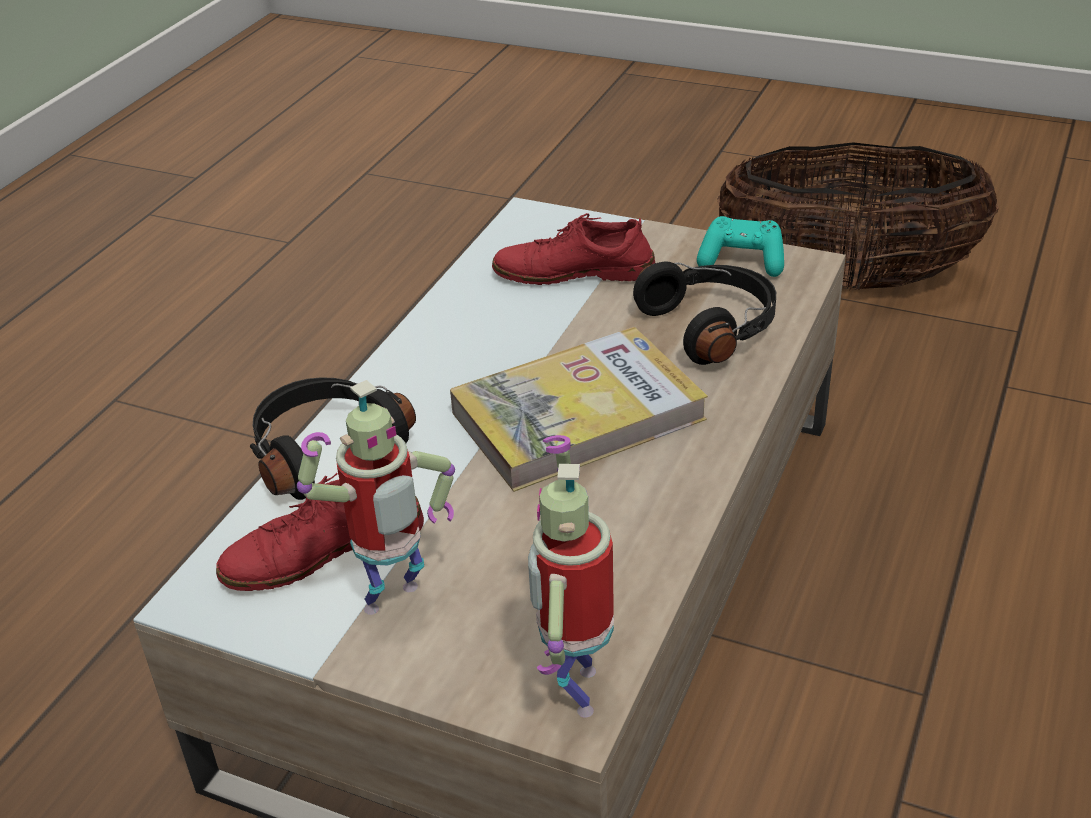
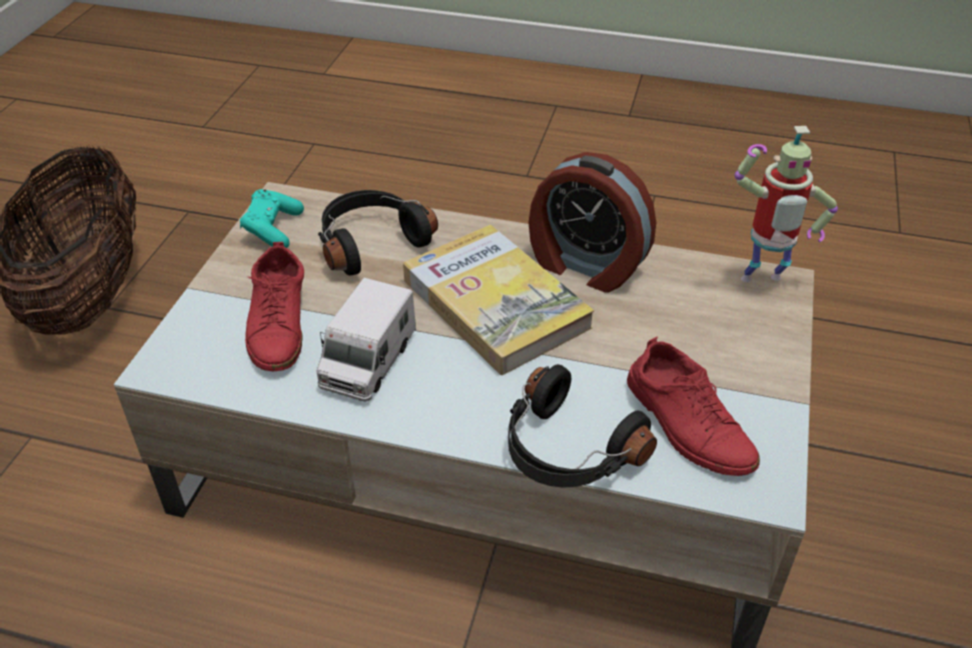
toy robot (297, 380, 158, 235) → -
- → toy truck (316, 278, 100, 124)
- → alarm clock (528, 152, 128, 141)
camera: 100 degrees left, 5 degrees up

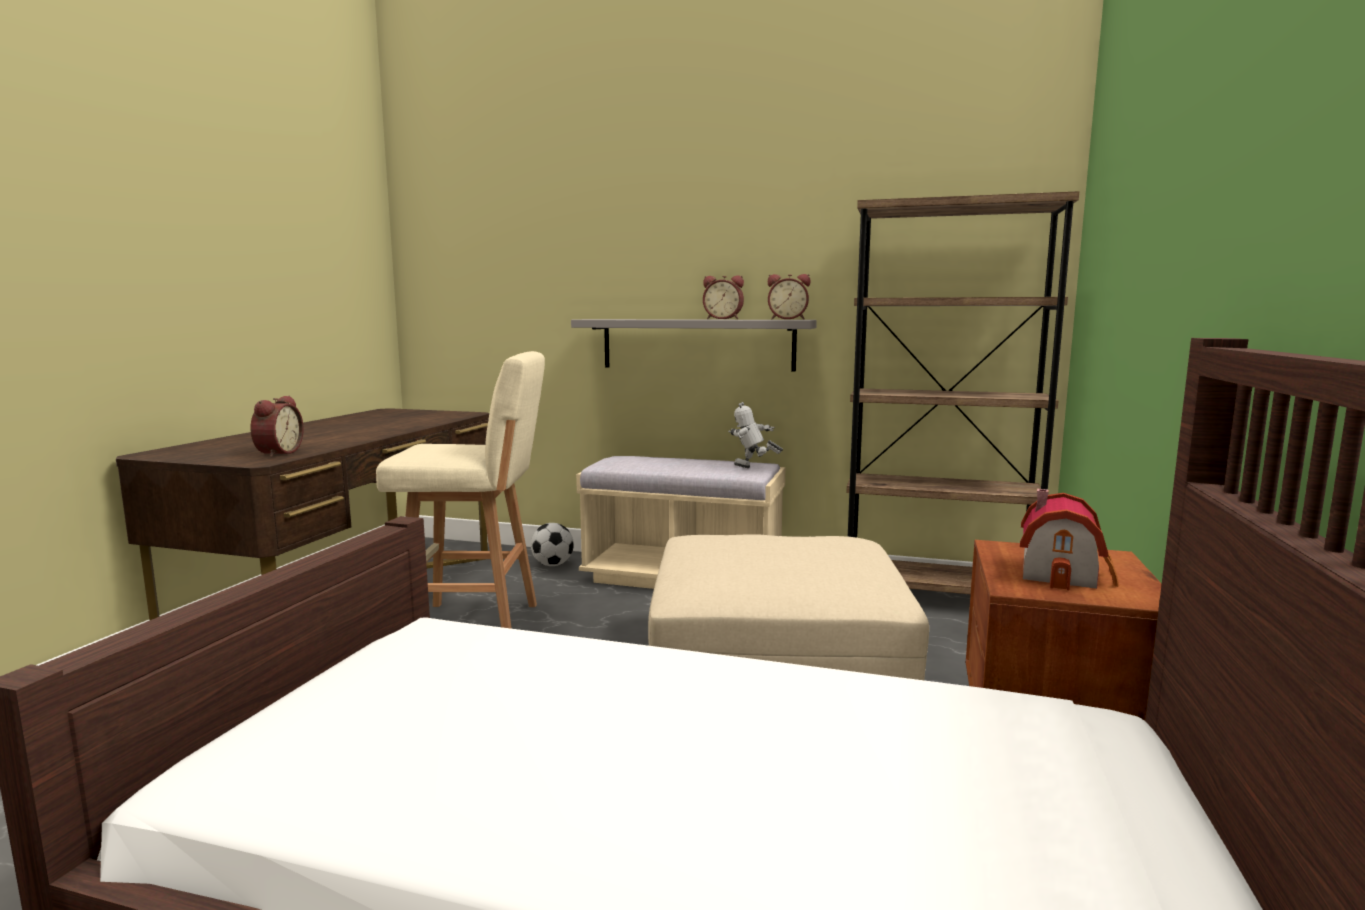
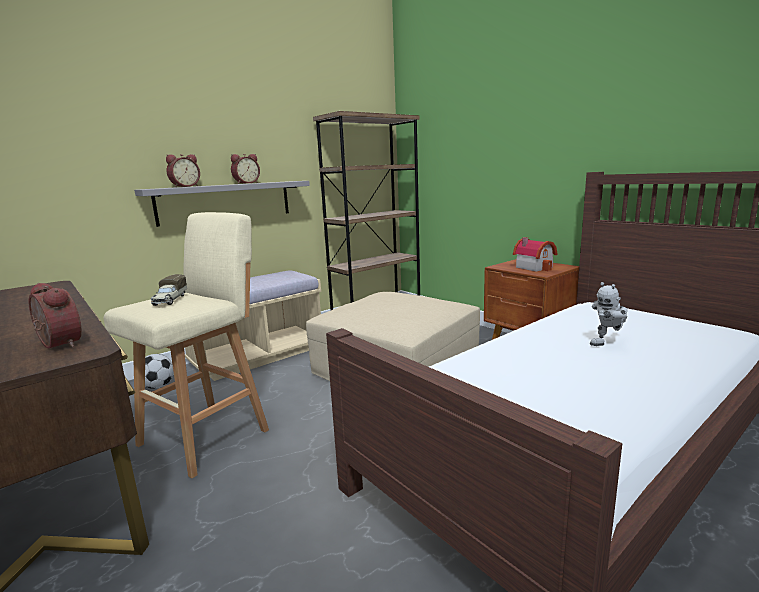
- → toy truck (151, 274, 36, 32)
toy robot (728, 402, 55, 66) → toy robot (590, 282, 37, 64), moved
alarm clock (768, 274, 42, 45) → alarm clock (166, 154, 34, 33), moved
camera: 55 degrees left, 5 degrees up

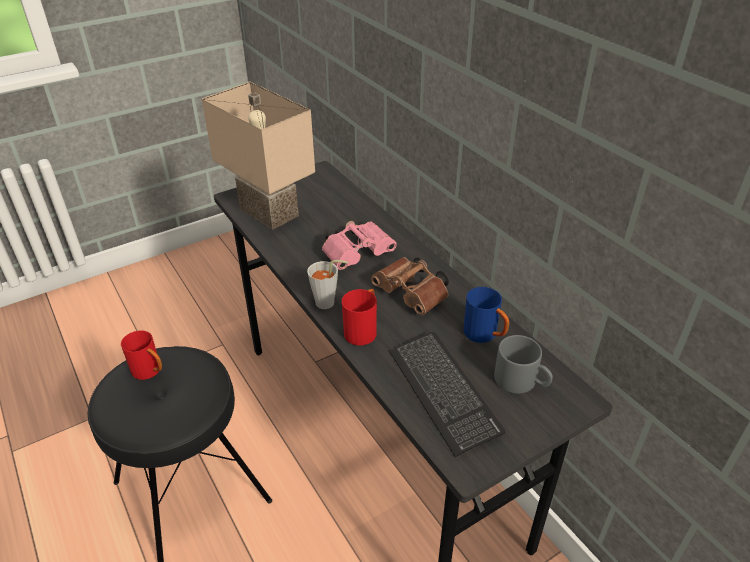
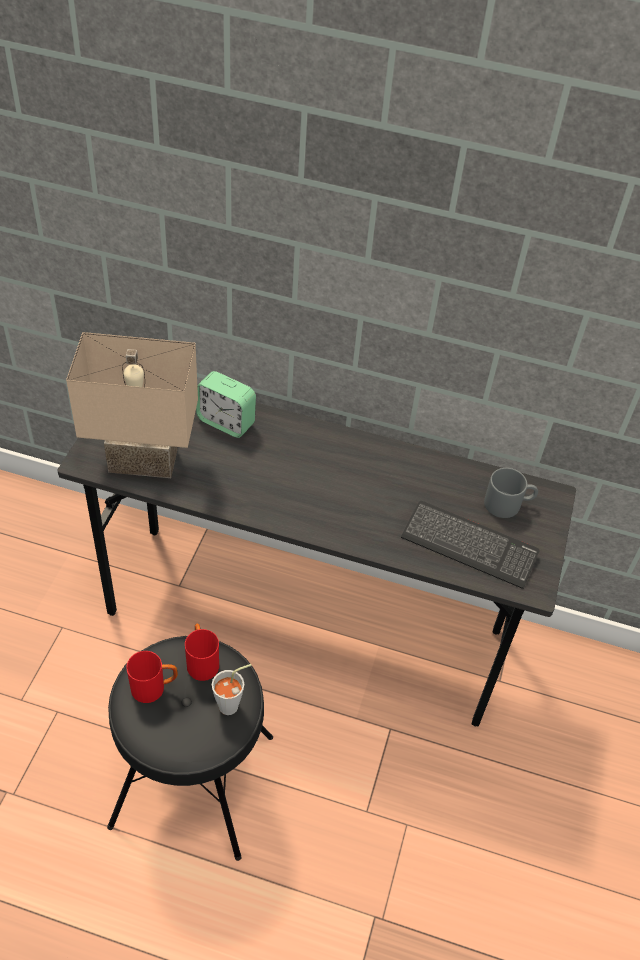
pink binoculars (322, 220, 75, 50) → -
brown binoculars (371, 257, 78, 58) → -
blue mug (463, 287, 46, 56) → -
- → alarm clock (196, 371, 60, 67)
grey cup (307, 260, 41, 49) → grey cup (212, 664, 40, 51), moved
red mug (342, 289, 35, 56) → red mug (185, 623, 34, 58), moved
camera: 45 degrees left, 10 degrees up

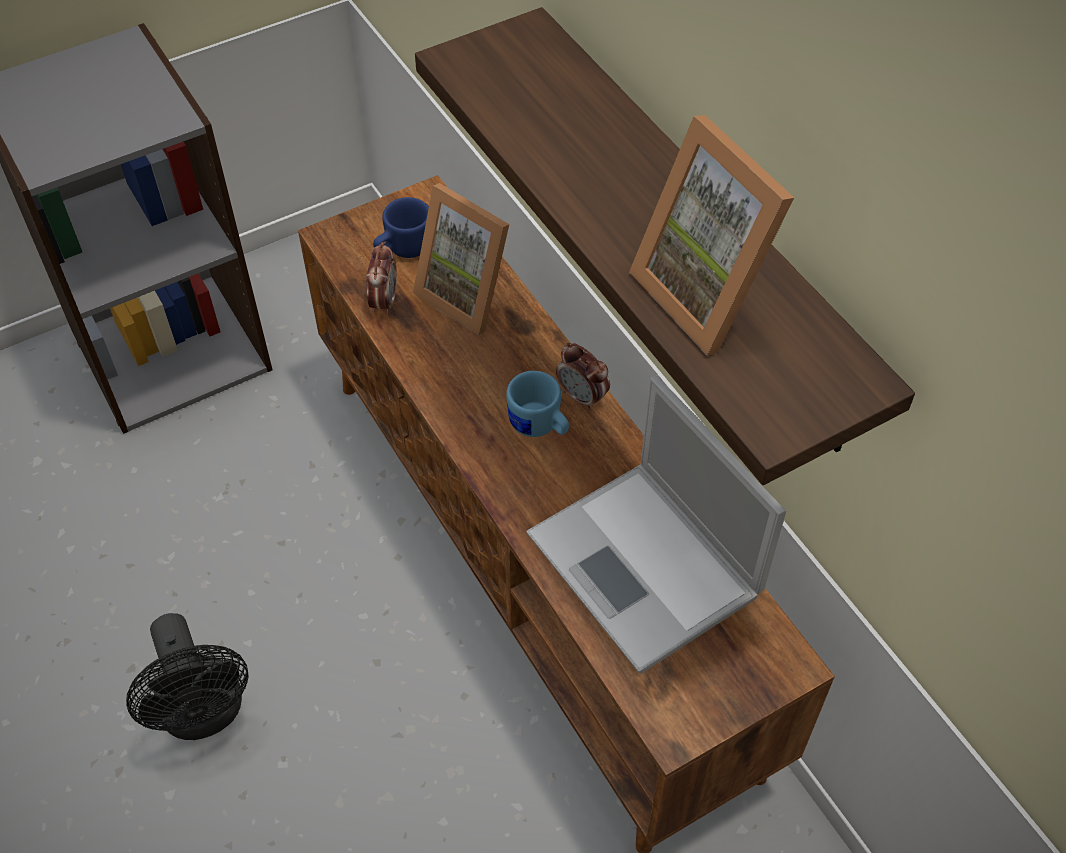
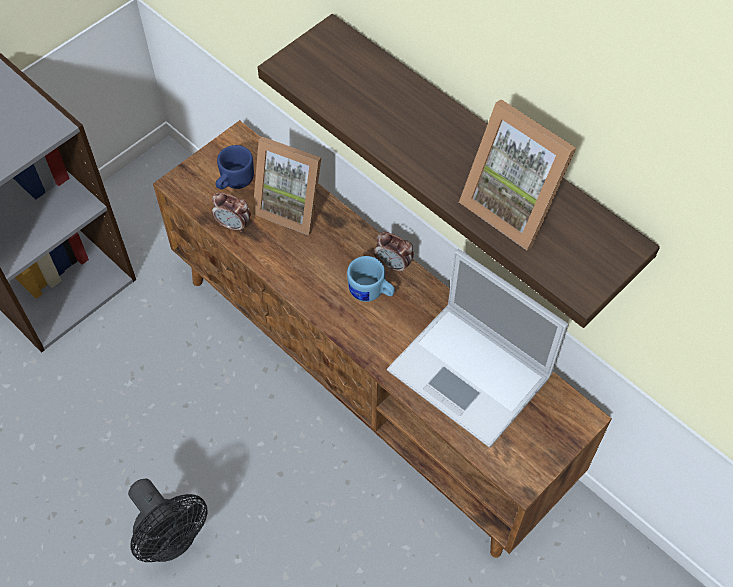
alarm clock (366, 242, 31, 73) → alarm clock (212, 192, 39, 40), 120 degrees clockwise
camera: 15 degrees left, 5 degrees up

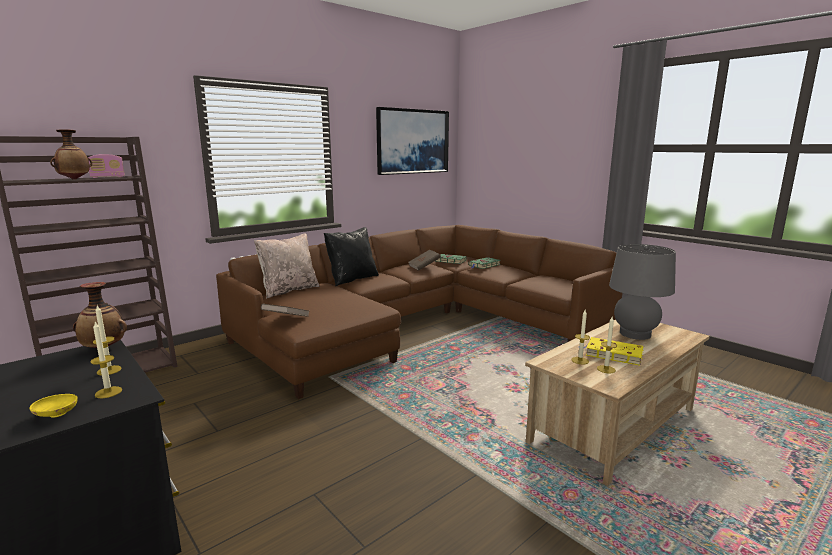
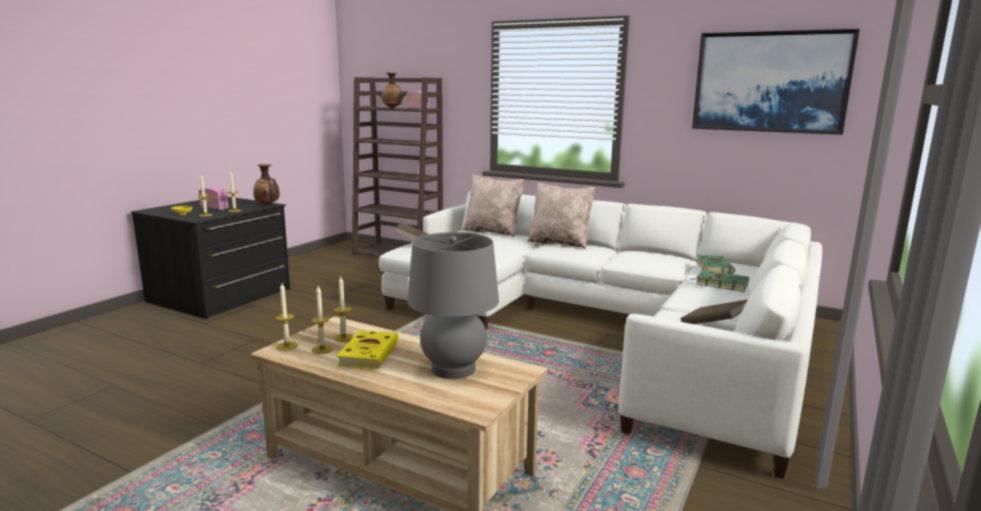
- → radio (198, 187, 30, 23)
- → candle (275, 283, 23, 68)
brown book (408, 250, 33, 21) → brown book (681, 300, 66, 24), moved
brown sofa (216, 225, 406, 174) → white sofa (379, 191, 443, 288)
black pillow (324, 227, 55, 59) → beige pillow (527, 182, 68, 67)
camera: 70 degrees right, 0 degrees up

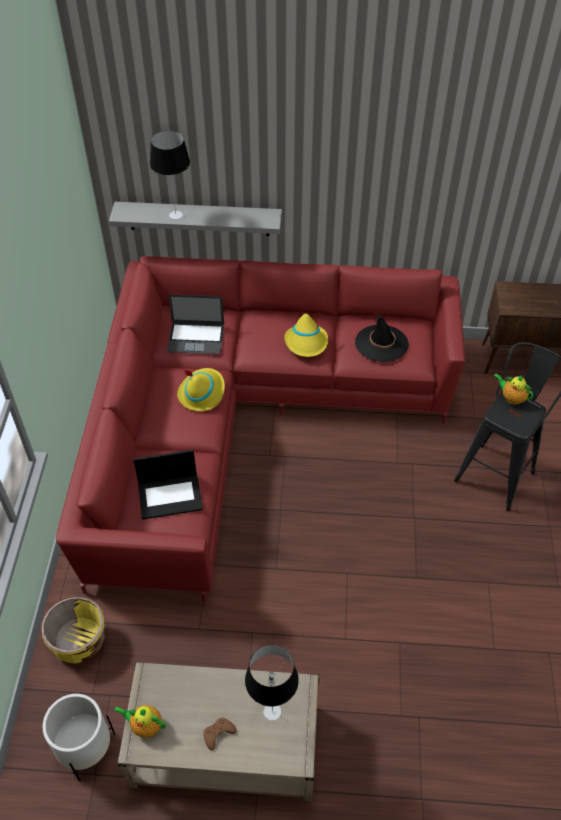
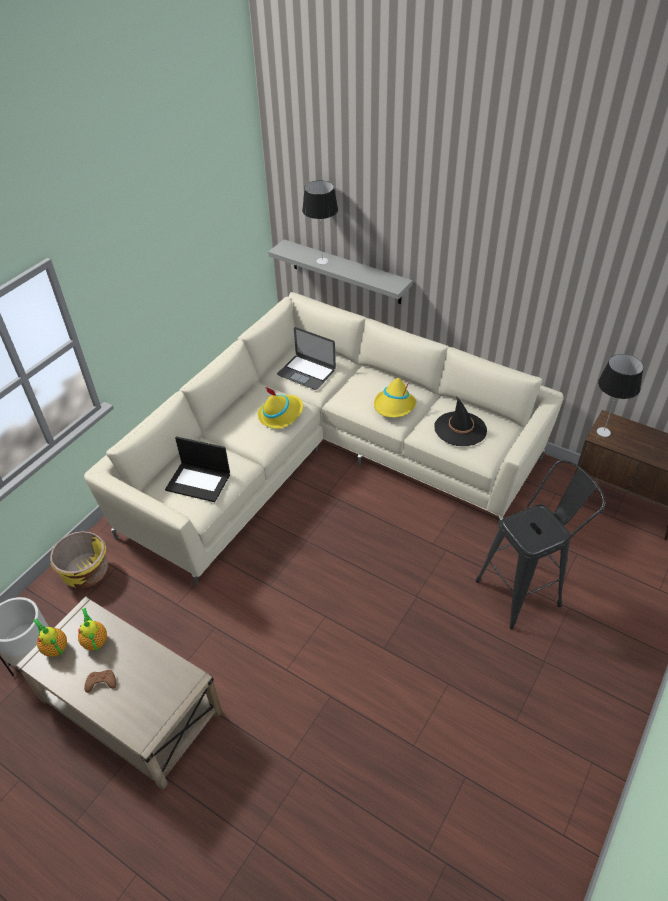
table lamp (245, 644, 54, 77) → table lamp (597, 354, 47, 83), moved
teapot (494, 373, 40, 32) → teapot (78, 608, 29, 43), moved
red sofa (56, 256, 409, 346) → beige sofa (84, 292, 479, 294)
camera: 30 degrees right, 5 degrees down

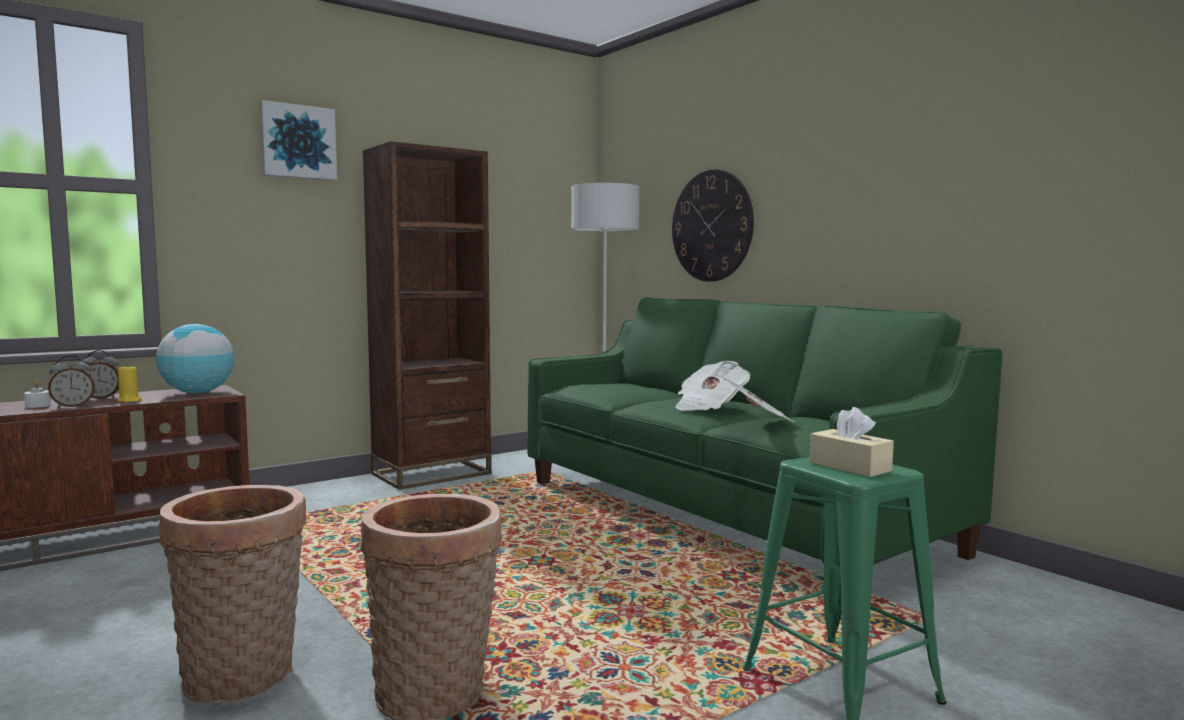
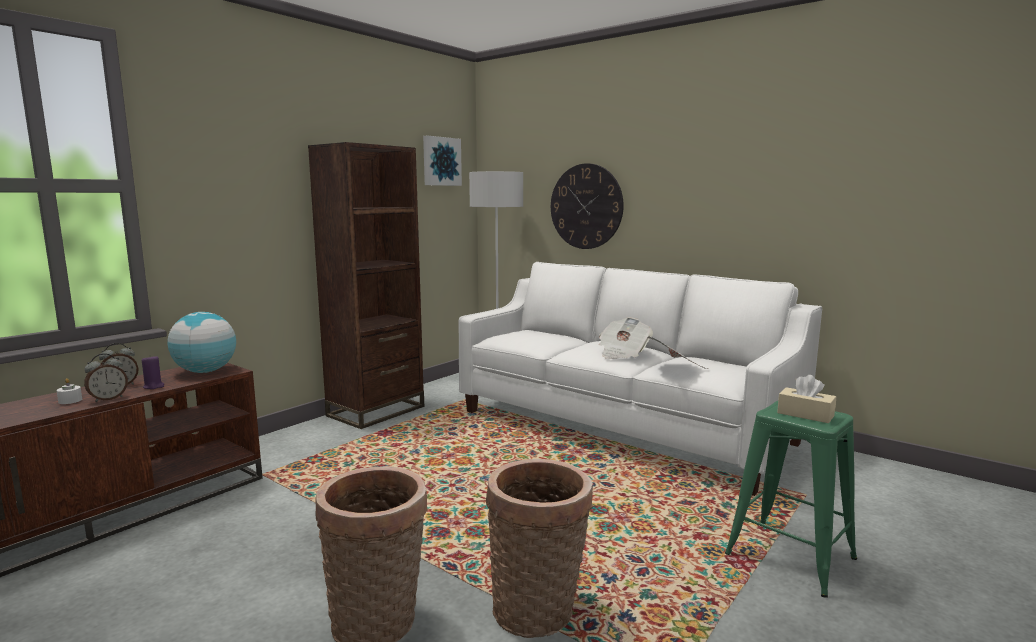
picture (260, 100, 77, 80) → picture (423, 135, 39, 51), moved
yellow candle (117, 364, 25, 38) → purple candle (142, 356, 22, 33)
green sofa (527, 297, 475, 267) → white sofa (459, 262, 363, 234)
camera: 15 degrees left, 5 degrees up

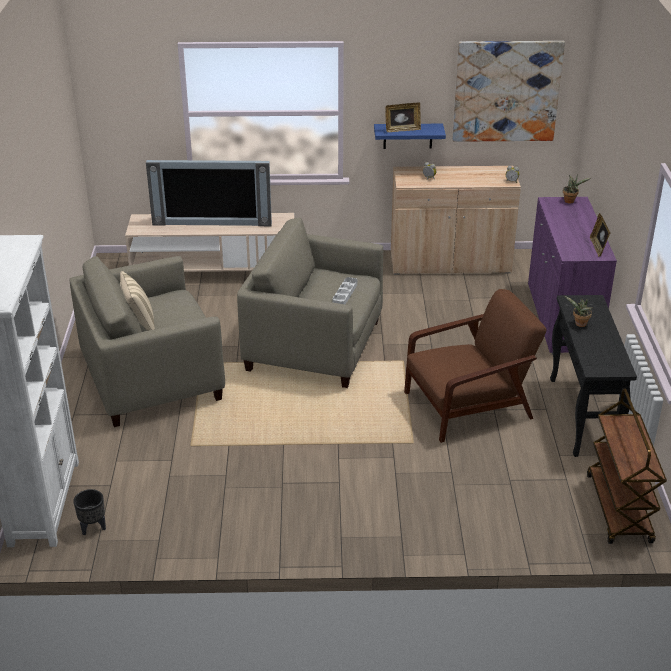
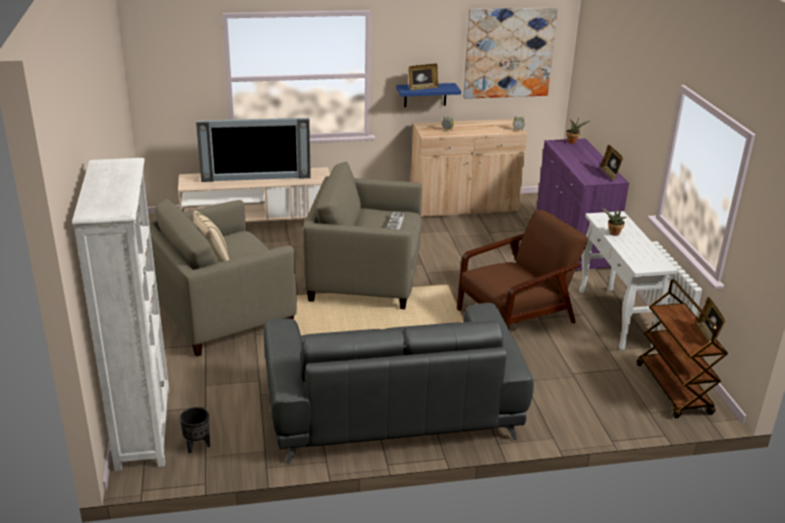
- → grey sofa (264, 303, 270, 161)
- → picture frame (696, 297, 29, 49)
black console table (550, 295, 87, 162) → white console table (579, 211, 99, 140)
camera: 10 degrees left, 5 degrees down

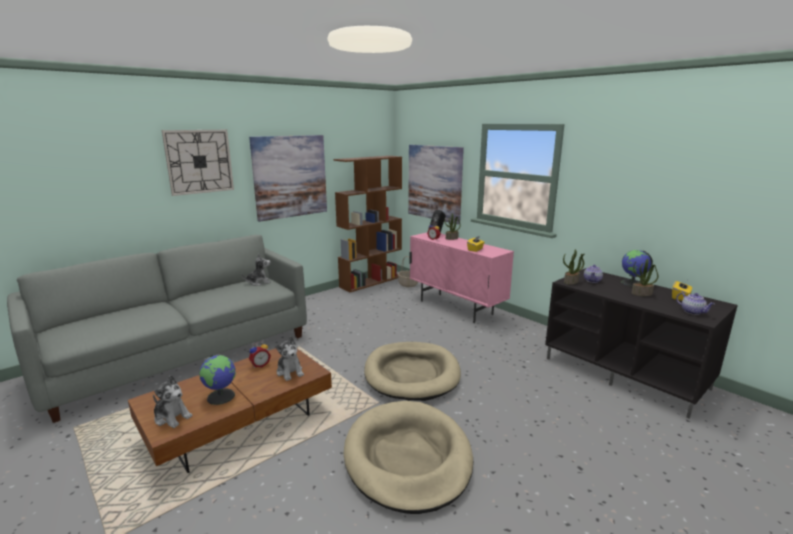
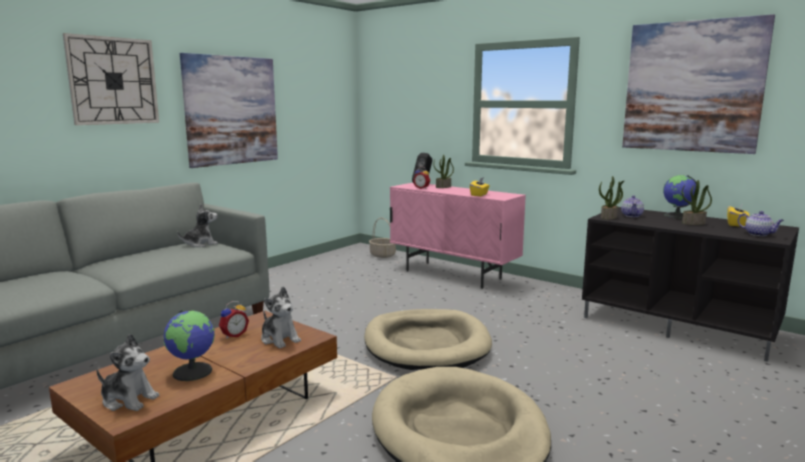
brown bookcase (334, 156, 68, 136) → -
picture (408, 145, 56, 79) → picture (622, 14, 153, 140), moved
camera: 10 degrees left, 5 degrees down

